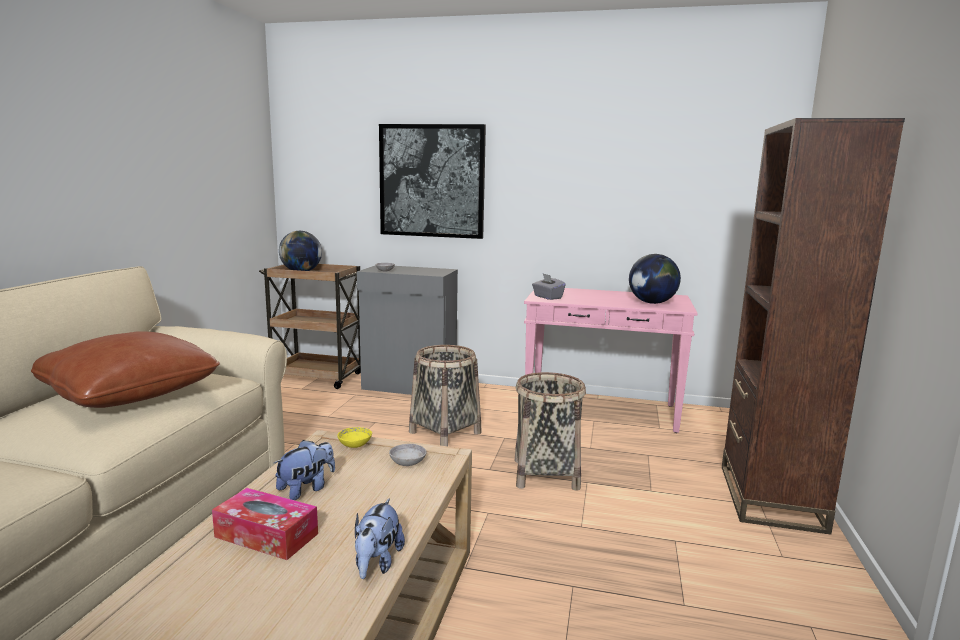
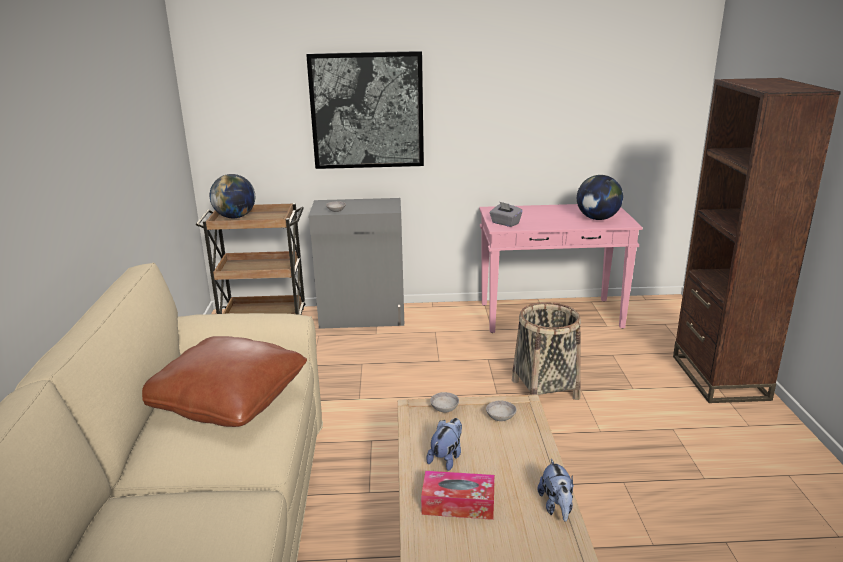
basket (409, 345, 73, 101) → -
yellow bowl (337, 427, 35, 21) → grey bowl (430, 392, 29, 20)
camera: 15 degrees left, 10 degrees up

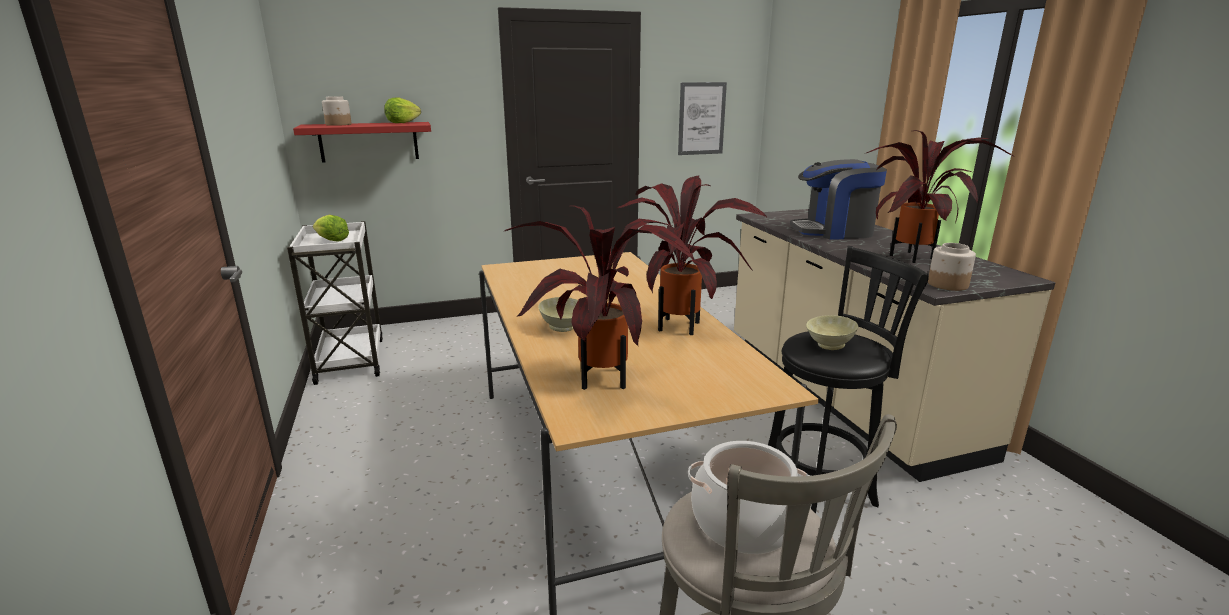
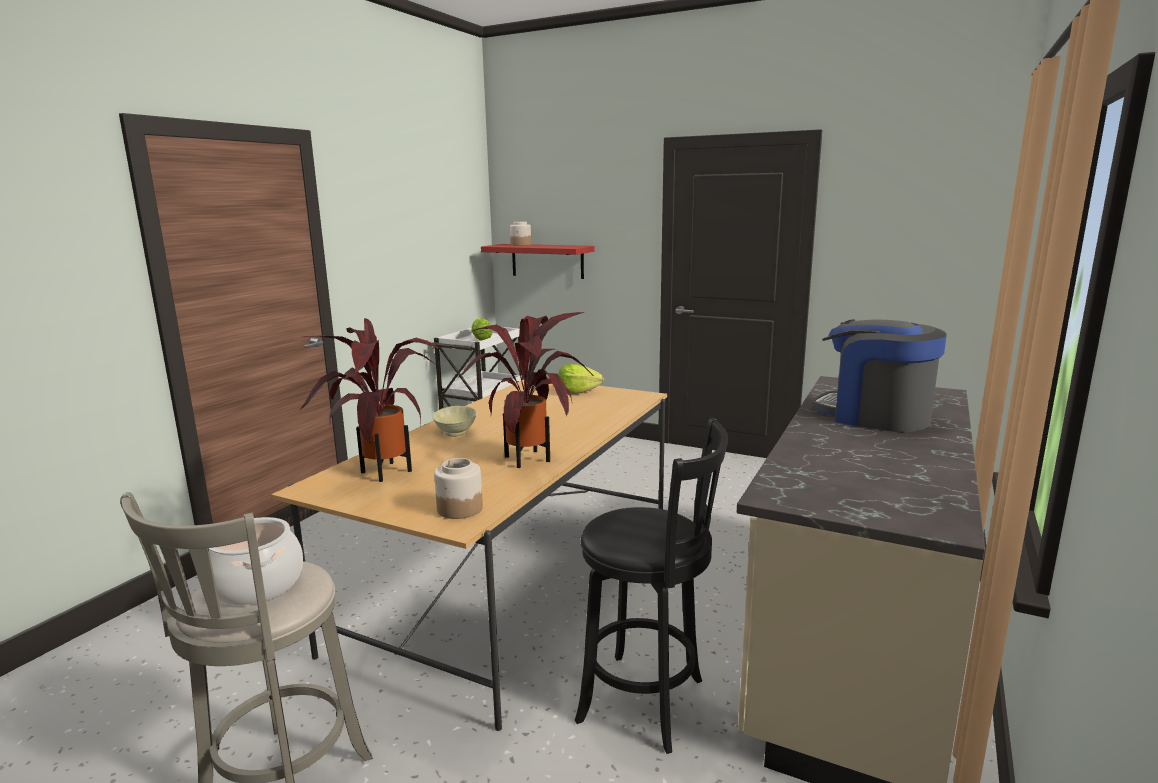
picture (678, 82, 49, 73) → -
beige bowl (806, 315, 52, 35) → -
potted plant (866, 130, 149, 133) → -
lettuce (385, 97, 36, 26) → lettuce (558, 364, 46, 30), moved
jar (928, 243, 48, 48) → jar (434, 458, 49, 61), moved
camera: 45 degrees right, 5 degrees down

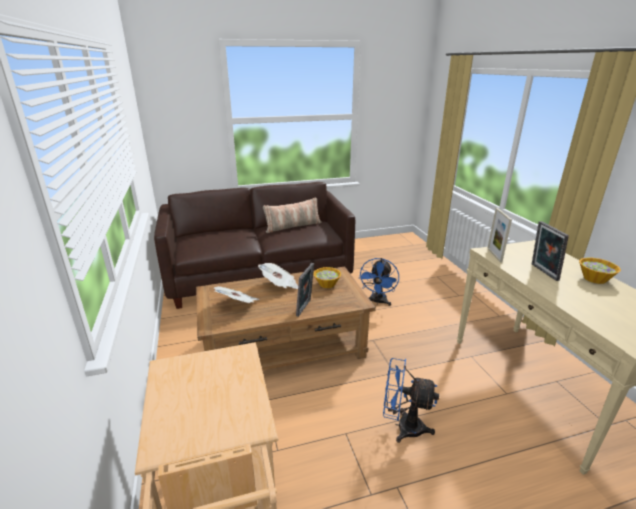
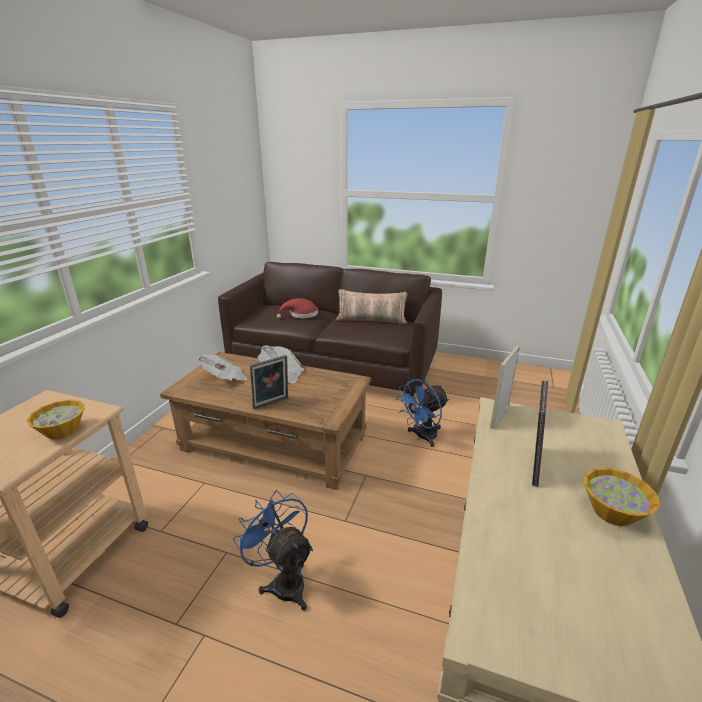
- → red hat (277, 298, 41, 20)
bowl (313, 267, 28, 21) → bowl (26, 400, 59, 40), moved
camera: 35 degrees right, 0 degrees up

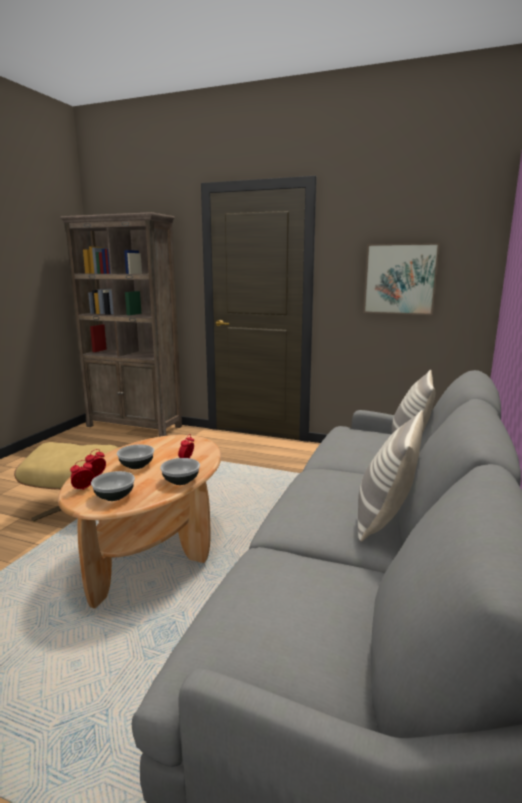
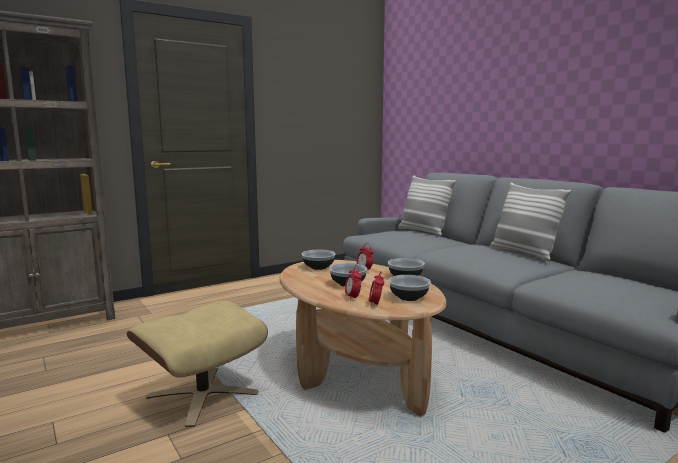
picture (363, 243, 77, 72) → -
- → bowl (302, 250, 33, 20)
camera: 55 degrees left, 5 degrees down

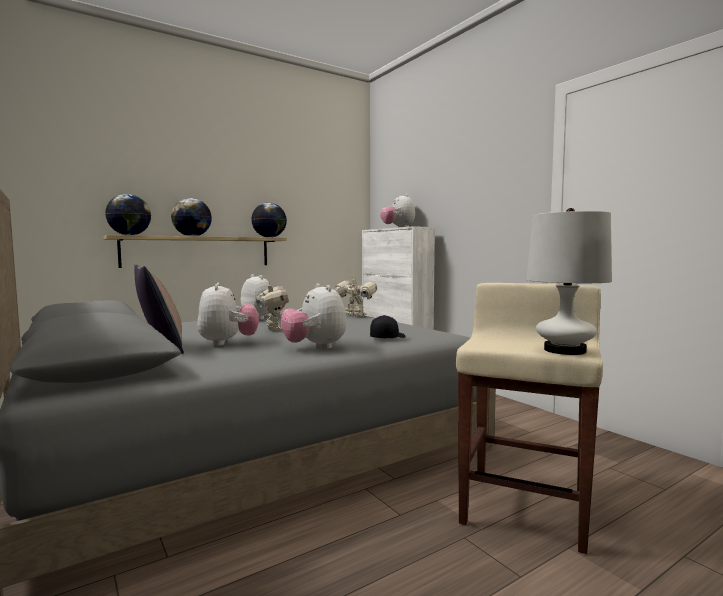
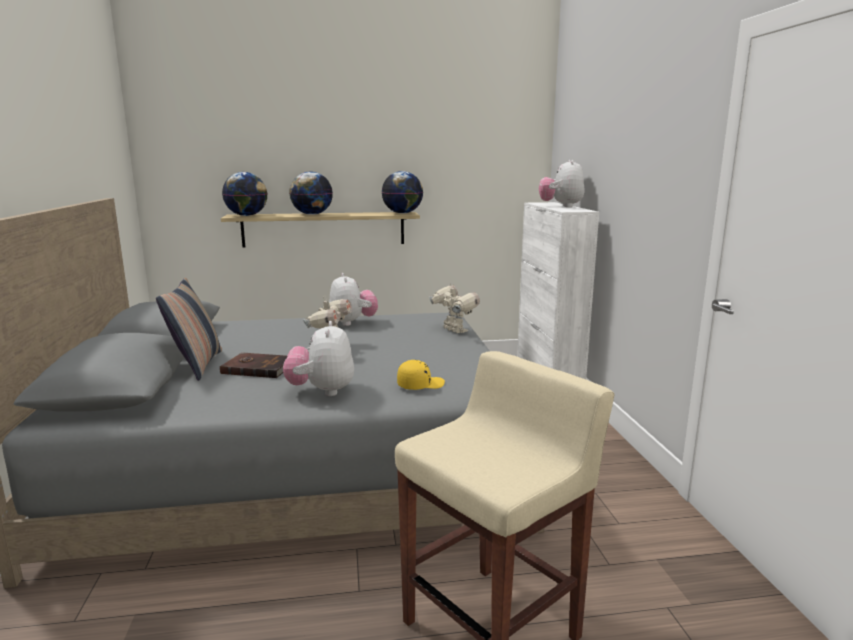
white table lamp (527, 208, 85, 147) → -
plush toy (197, 283, 62, 63) → brown book (220, 352, 67, 26)
black cap (370, 315, 35, 23) → yellow cap (397, 360, 48, 30)
camera: 25 degrees right, 10 degrees up

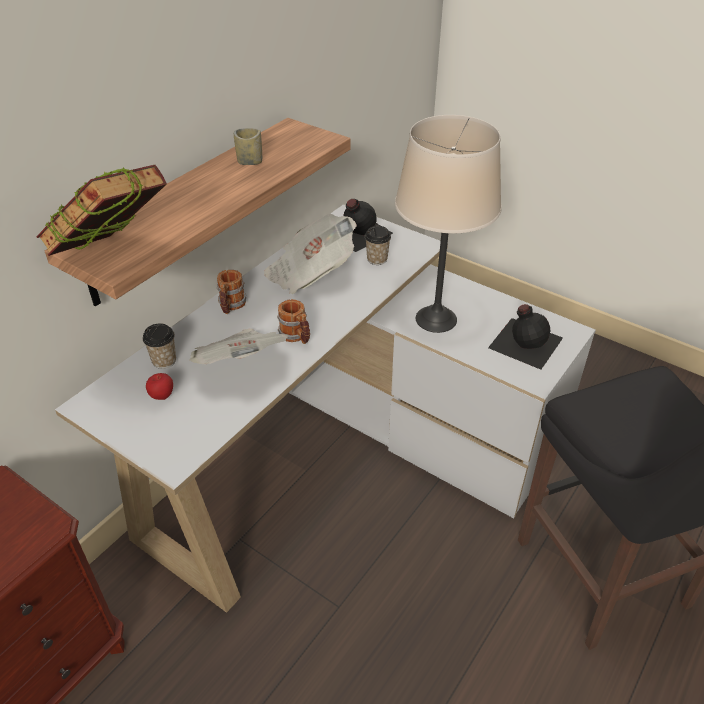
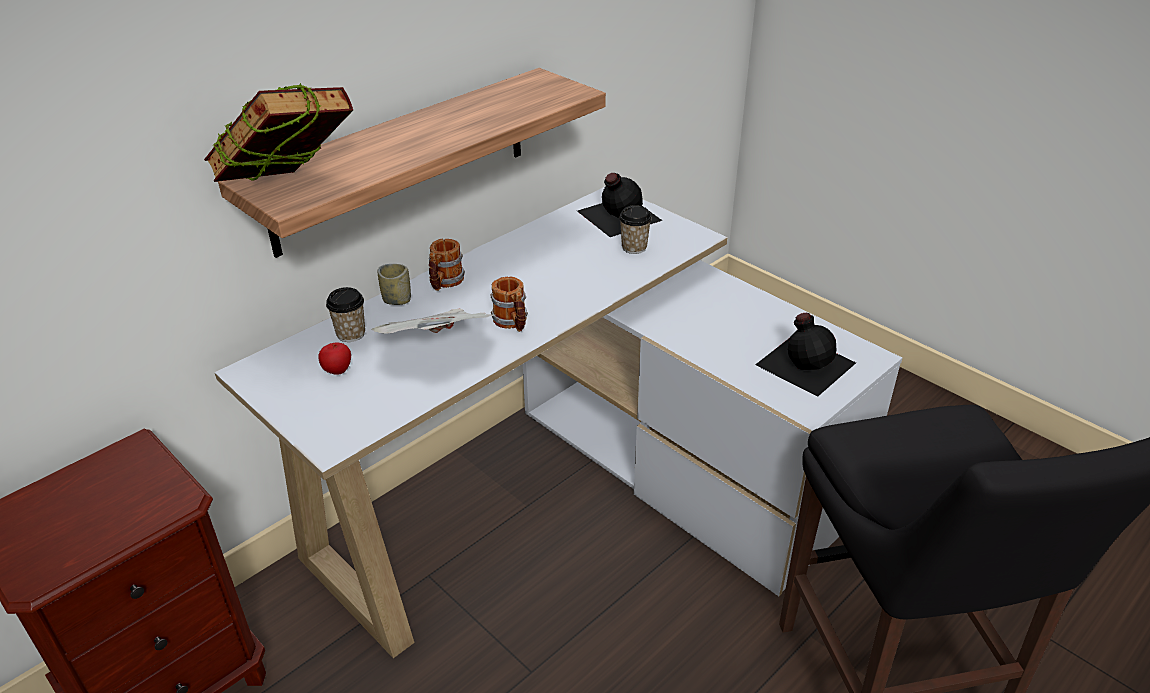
newspaper (264, 214, 93, 80) → -
beige table lamp (395, 115, 107, 218) → -
cup (234, 128, 28, 37) → cup (378, 264, 33, 41), moved
camera: 10 degrees right, 5 degrees down

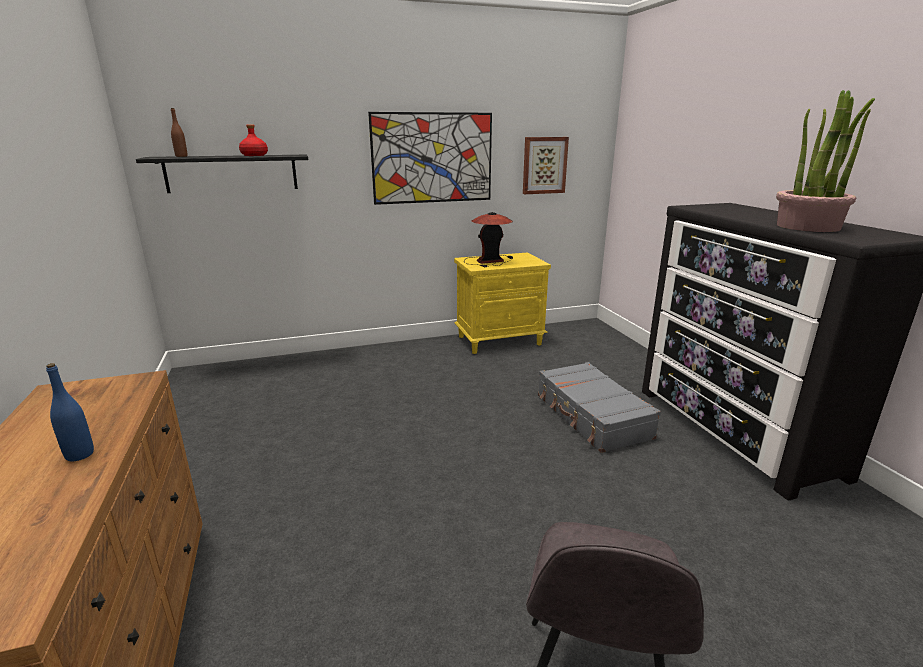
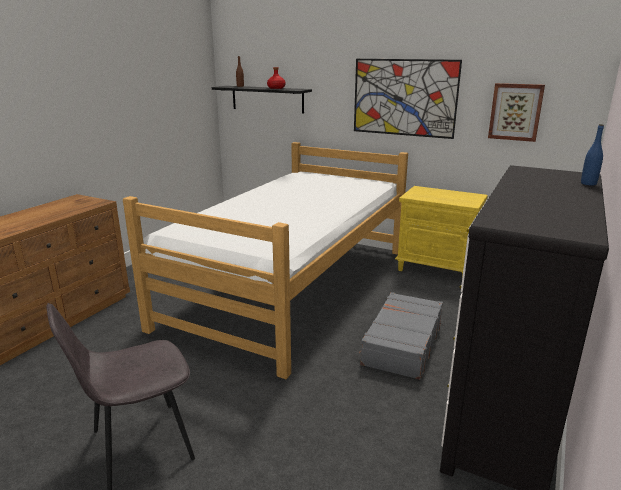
table lamp (464, 212, 49, 55) → -
potted plant (776, 90, 99, 142) → -
- → bed (123, 142, 285, 237)
blue bottle (46, 363, 48, 98) → blue bottle (581, 124, 23, 62), moved
camera: 45 degrees right, 0 degrees up

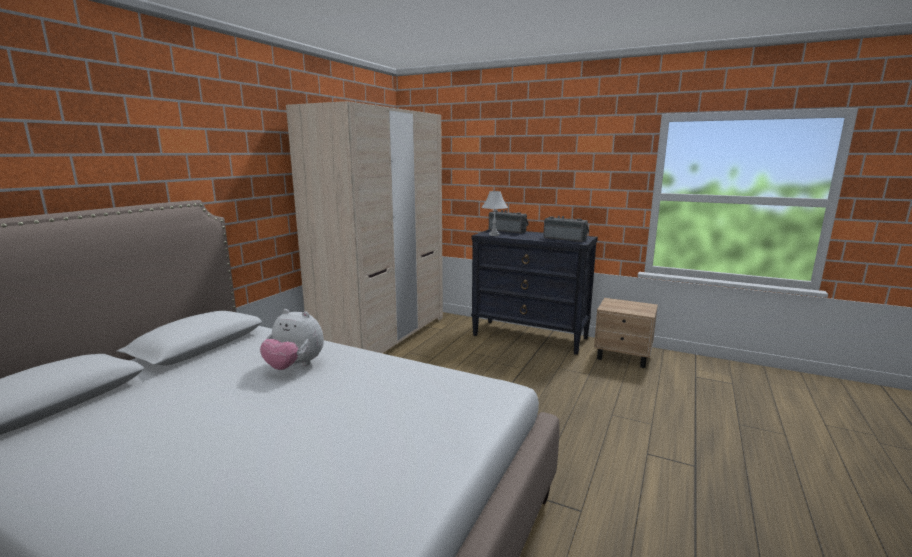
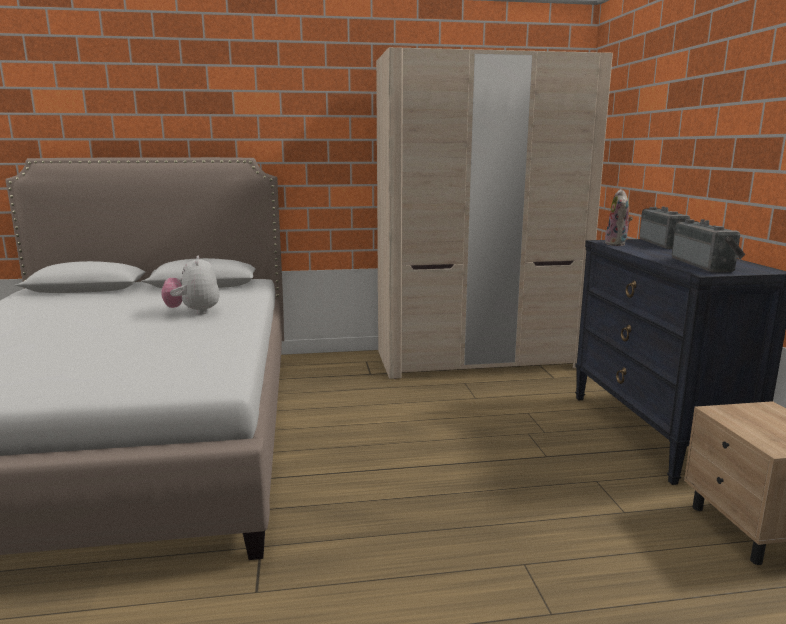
white table lamp (482, 191, 26, 45) → plush toy (604, 189, 29, 57)
camera: 55 degrees right, 0 degrees up

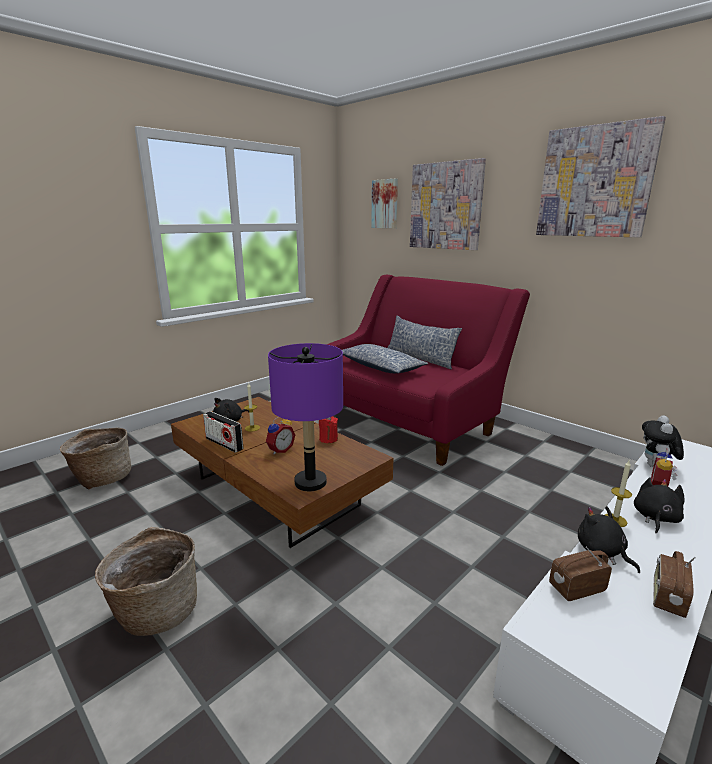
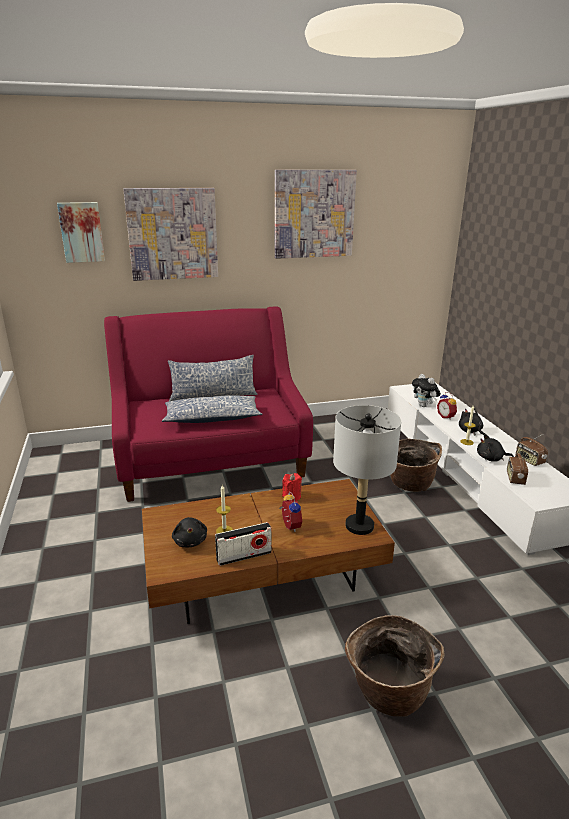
basket (60, 428, 71, 61) → basket (391, 438, 51, 54), moved
purple table lamp (268, 343, 75, 148) → grey table lamp (333, 405, 68, 130)
camera: 60 degrees left, 5 degrees up

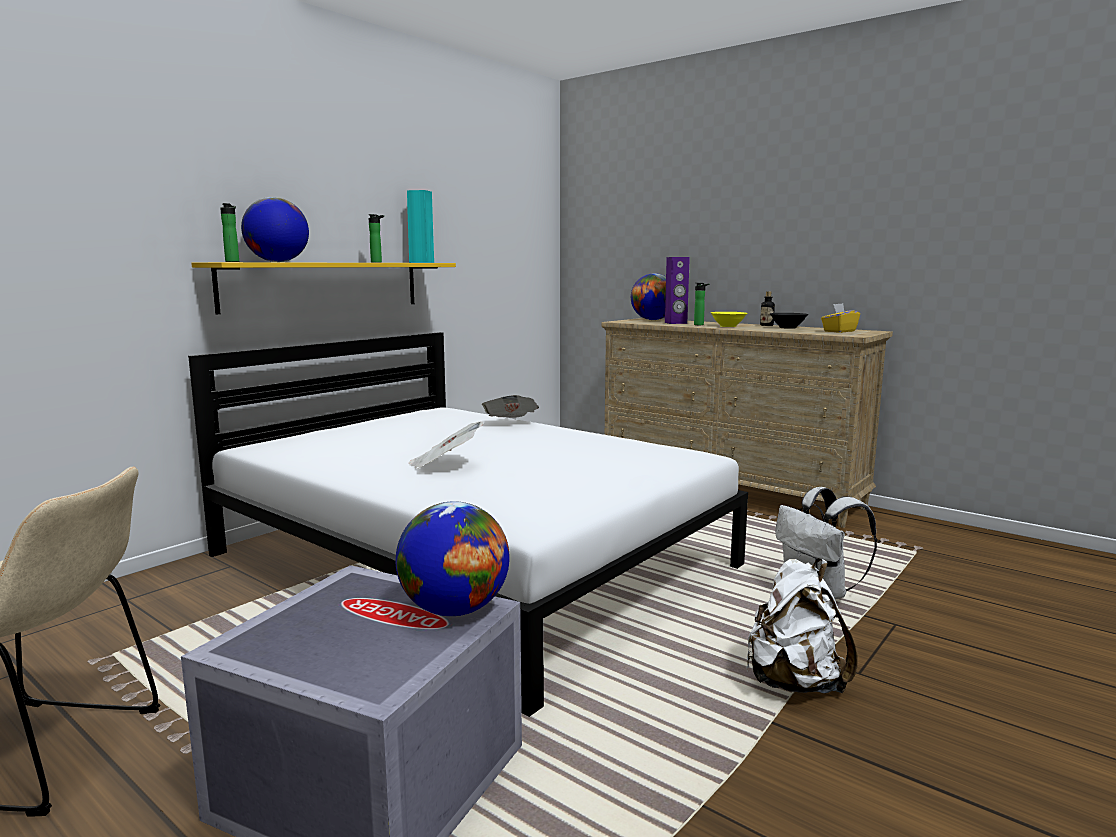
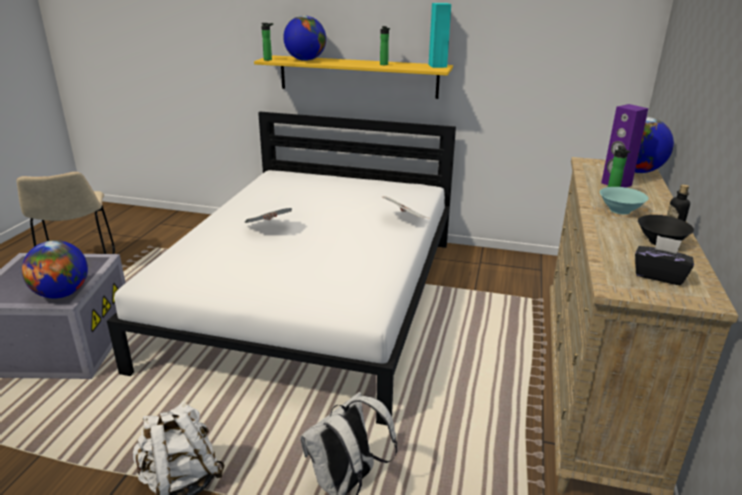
yellow bowl (711, 312, 36, 15) → turquoise bowl (600, 187, 48, 28)
yellow tissue box (821, 303, 39, 30) → black tissue box (635, 235, 59, 50)
camera: 65 degrees right, 15 degrees up

